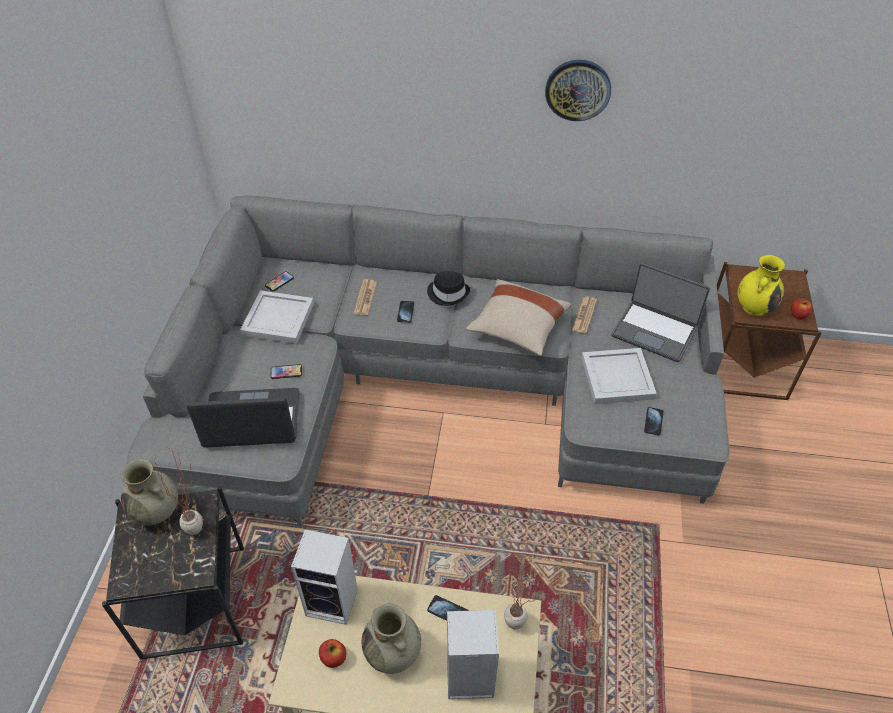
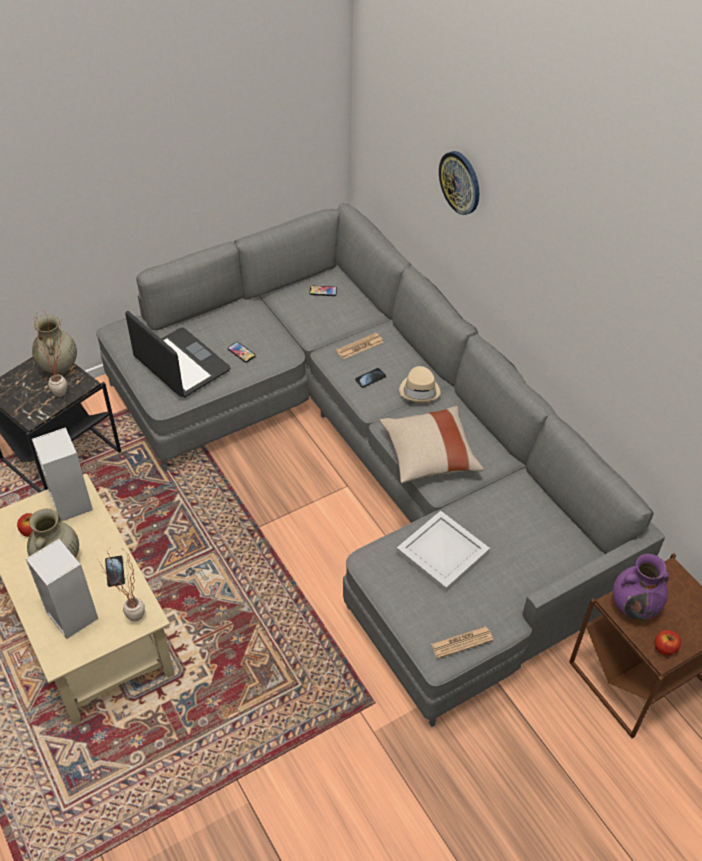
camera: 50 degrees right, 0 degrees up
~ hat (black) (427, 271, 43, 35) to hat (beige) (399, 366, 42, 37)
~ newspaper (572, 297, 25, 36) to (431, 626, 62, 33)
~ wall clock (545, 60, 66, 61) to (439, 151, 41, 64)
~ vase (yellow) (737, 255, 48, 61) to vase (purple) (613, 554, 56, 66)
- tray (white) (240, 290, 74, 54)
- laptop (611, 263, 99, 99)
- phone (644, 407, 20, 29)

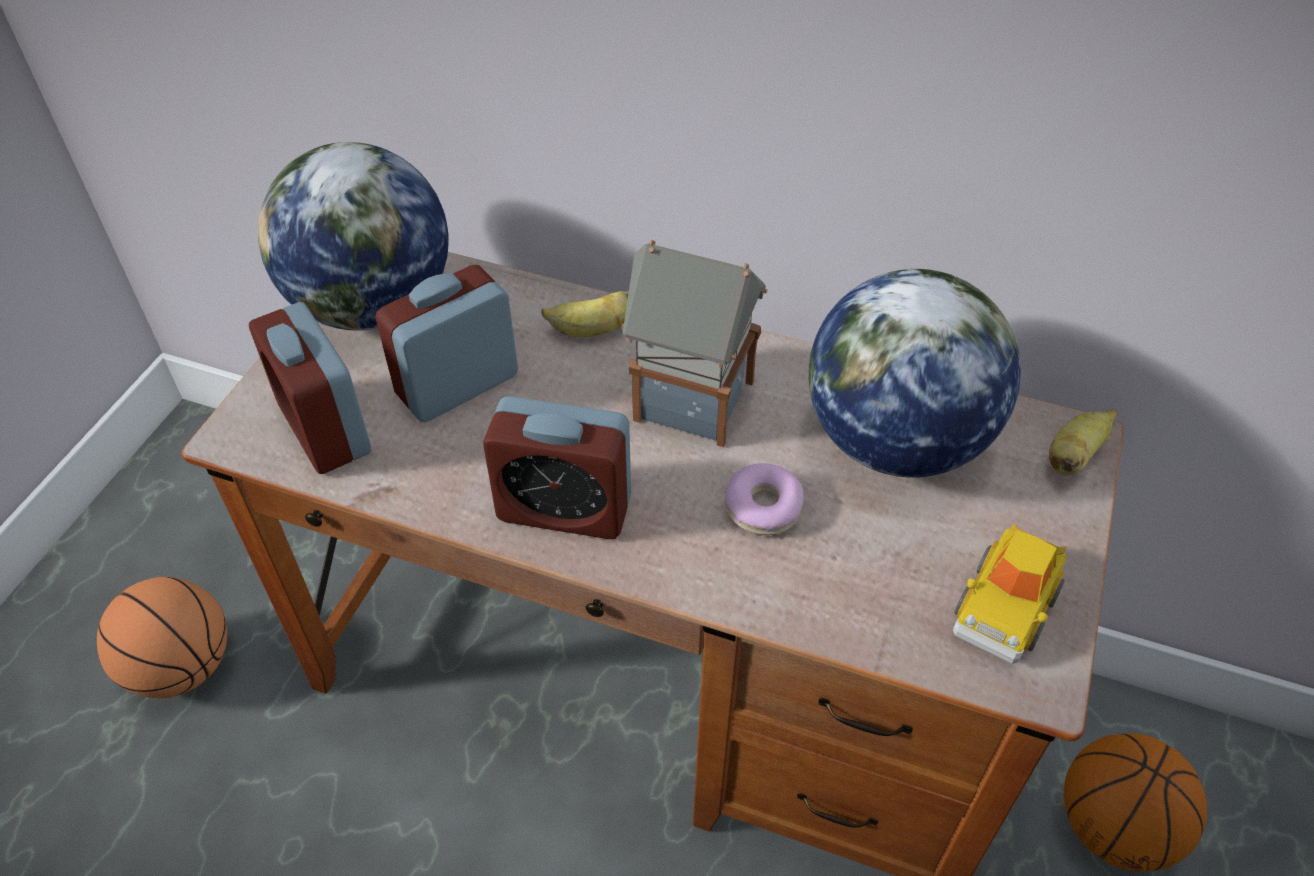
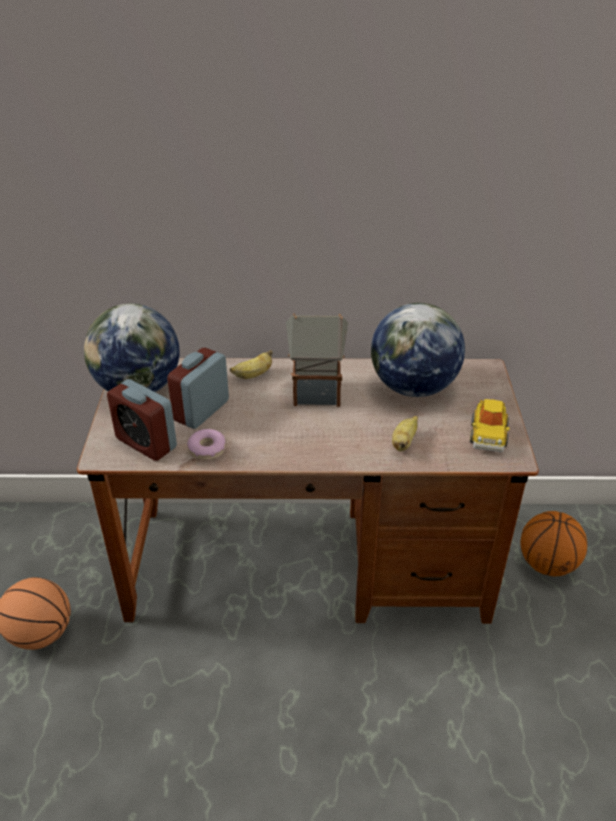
camera: 20 degrees left, 10 degrees down
~ donut (725, 463, 79, 72) to (187, 429, 39, 31)
~ banana (1049, 409, 69, 67) to (392, 416, 26, 35)
- alarm clock (483, 396, 148, 143)

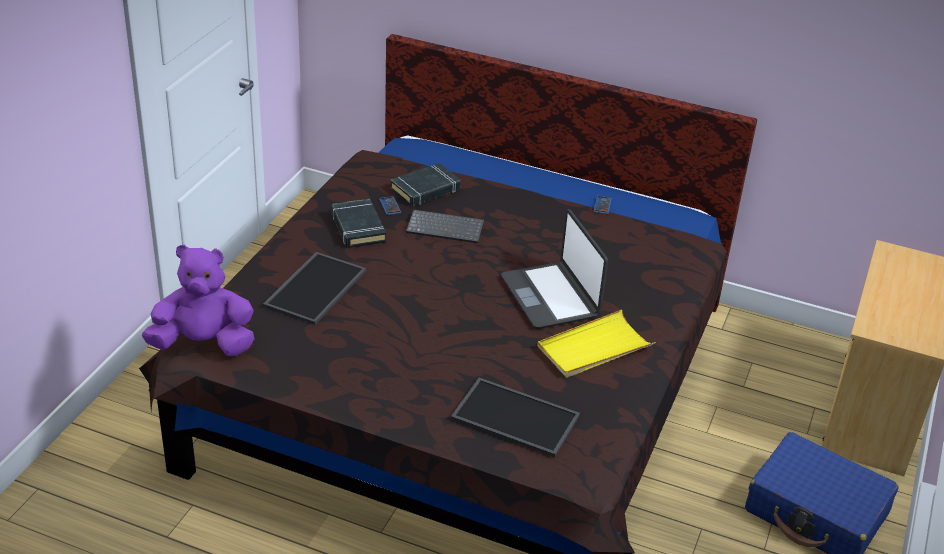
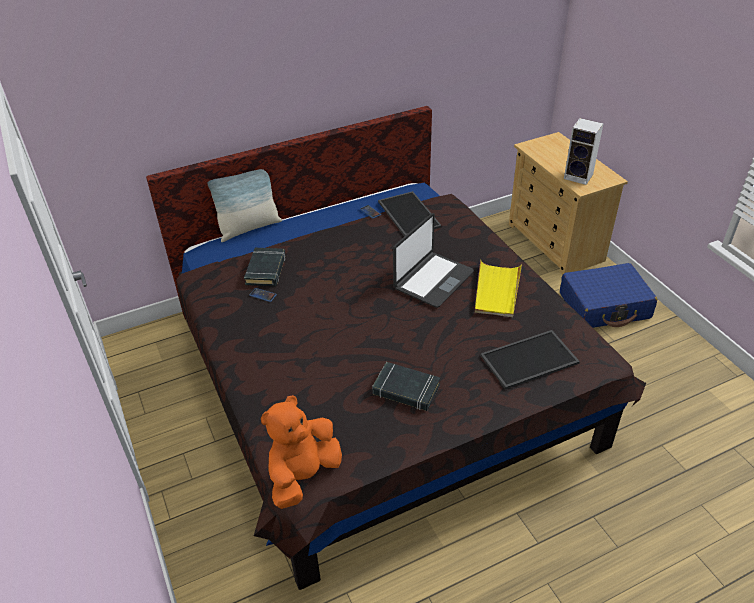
camera: 45 degrees left, 5 degrees up
+ pillow (208, 169, 74, 73)
~ plush toy (purple) (142, 245, 112, 111) to plush toy (orange) (261, 395, 81, 114)
~ book (black) (332, 199, 54, 49) to (372, 362, 68, 49)
~ tray (263, 252, 103, 73) to (378, 191, 64, 45)
~ laptop (501, 209, 107, 120) = (393, 213, 81, 95) 75 degrees counterclockwise
+ speaker (564, 118, 40, 67)
- keyboard (406, 210, 78, 33)

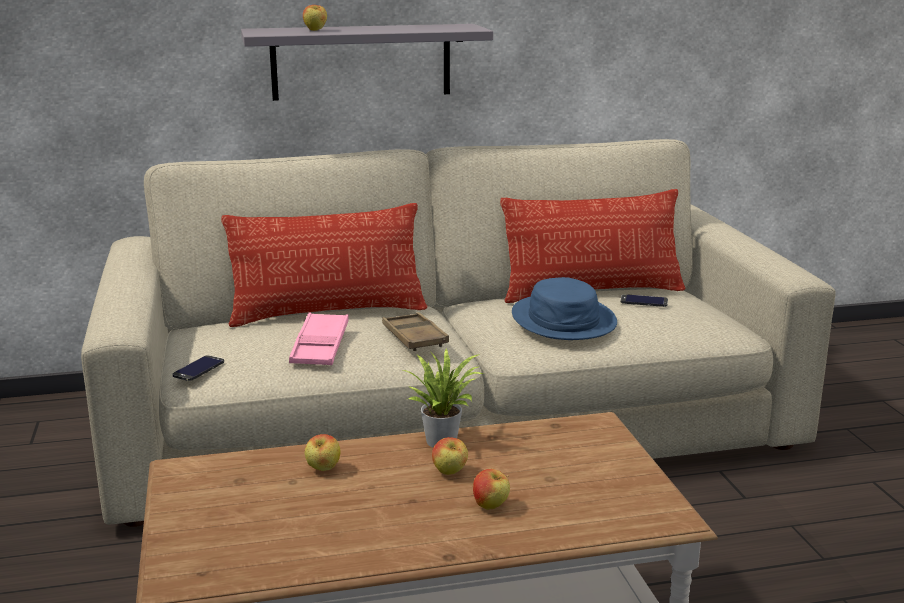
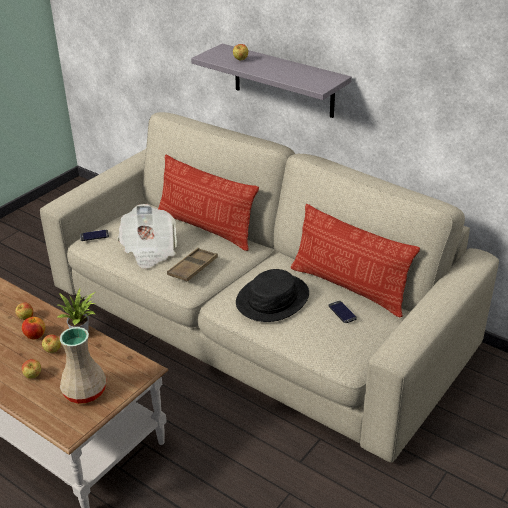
camera: 50 degrees right, 15 degrees up
+ apple (22, 317, 23, 22)
+ vase (beige) (59, 327, 47, 77)
~ tray (pink) (289, 313, 60, 52) to newspaper (118, 204, 59, 65)
~ hat (blue) (512, 277, 105, 63) to hat (black) (236, 269, 73, 53)

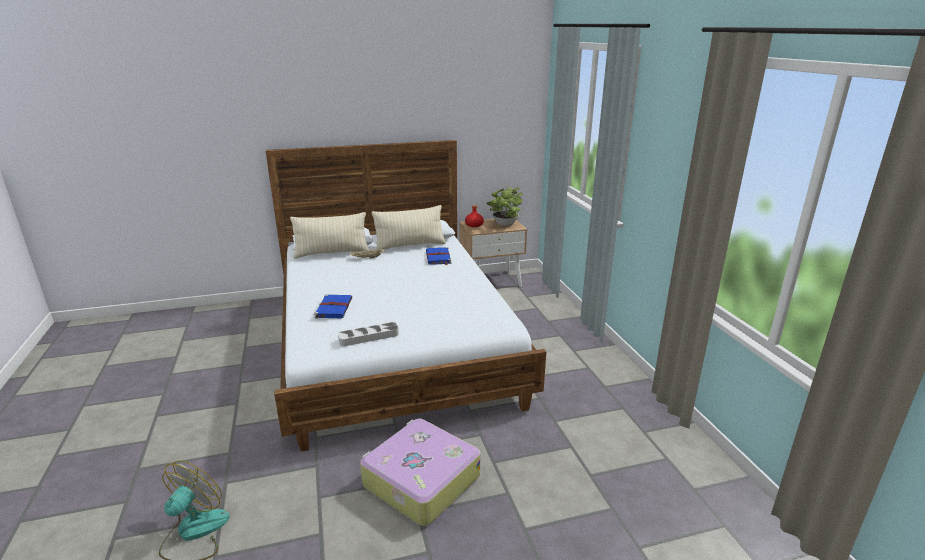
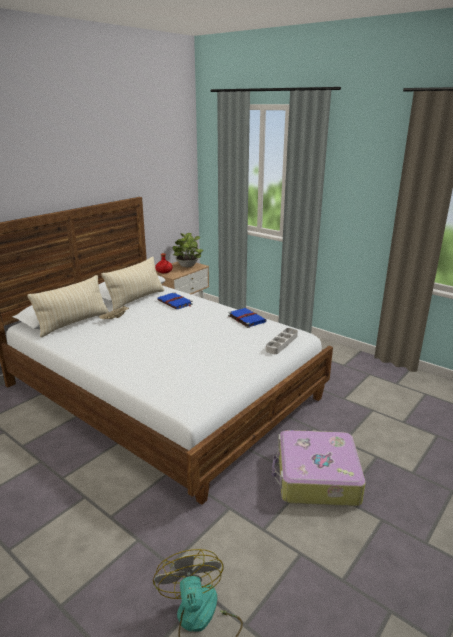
camera: 35 degrees left, 0 degrees up
~ book (blue) (314, 294, 38, 25) to (228, 308, 39, 20)
~ tray (grey) (338, 322, 61, 24) to (266, 328, 32, 26)

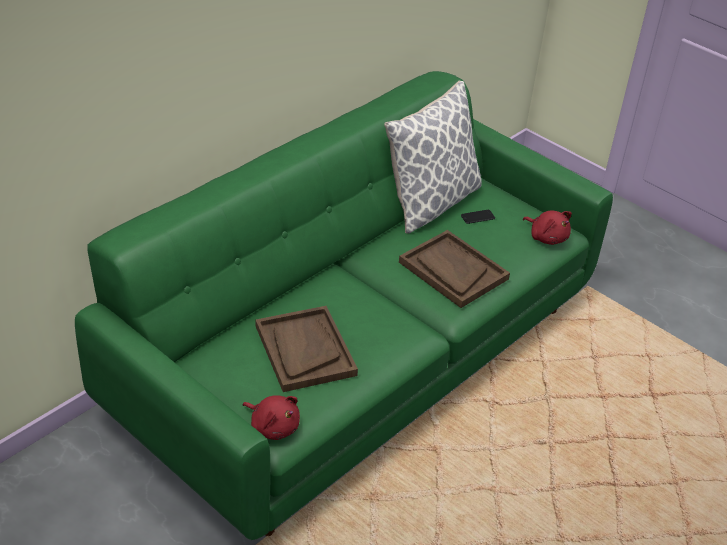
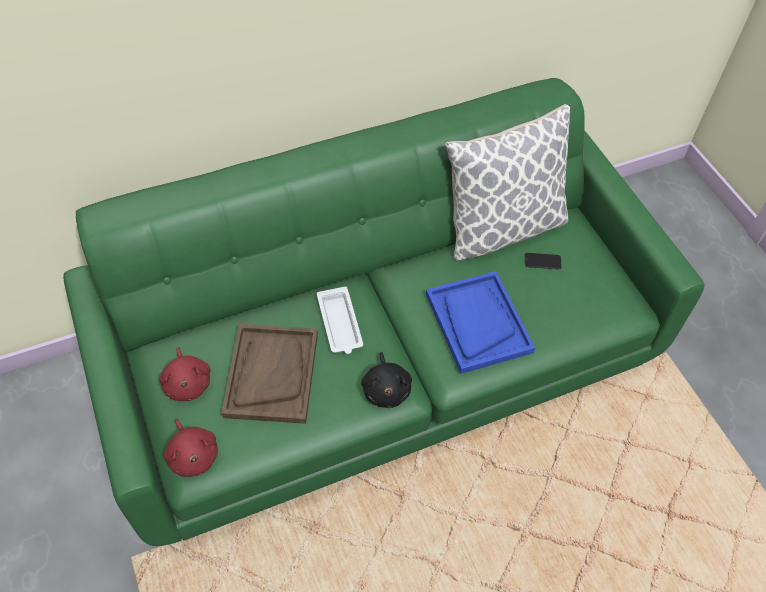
camera: 25 degrees right, 15 degrees up
~ plush toy (red) (523, 210, 49, 35) to (159, 347, 51, 54)
+ tray (white) (317, 286, 46, 68)
+ plush toy (black) (361, 352, 51, 56)
~ tray (brown) (399, 230, 111, 78) to tray (blue) (426, 271, 109, 103)

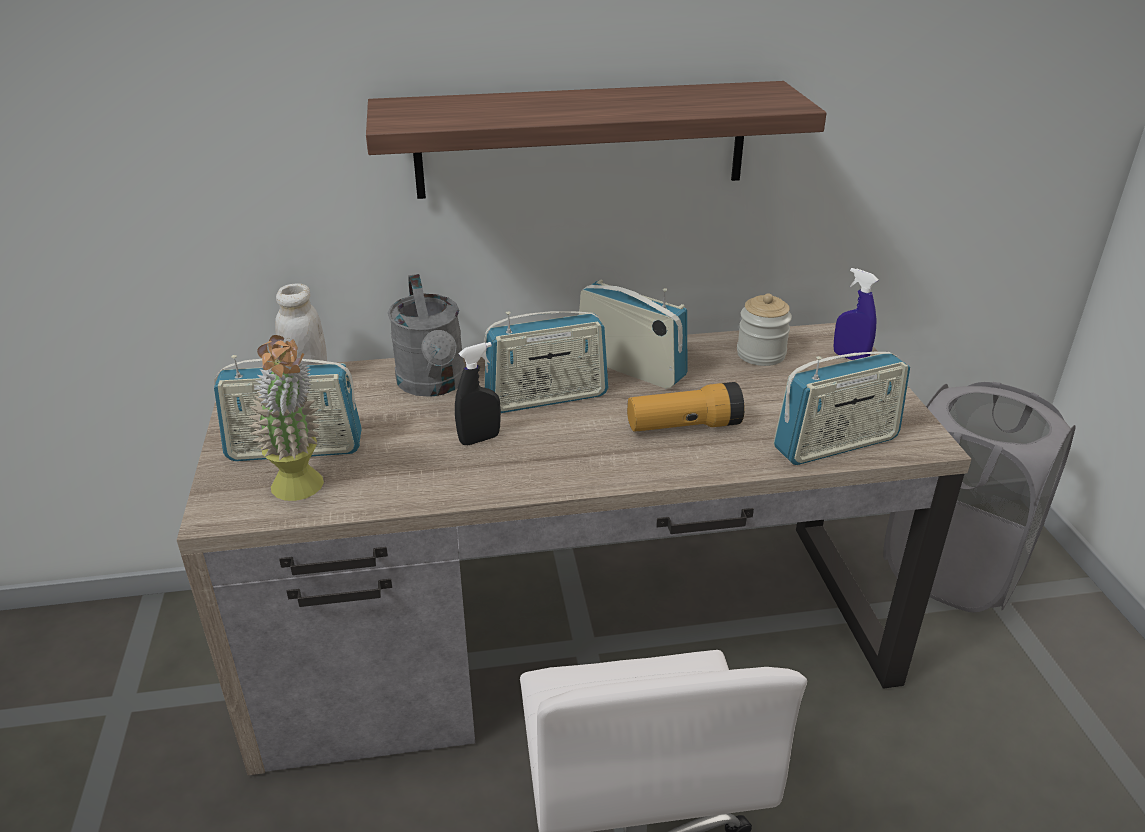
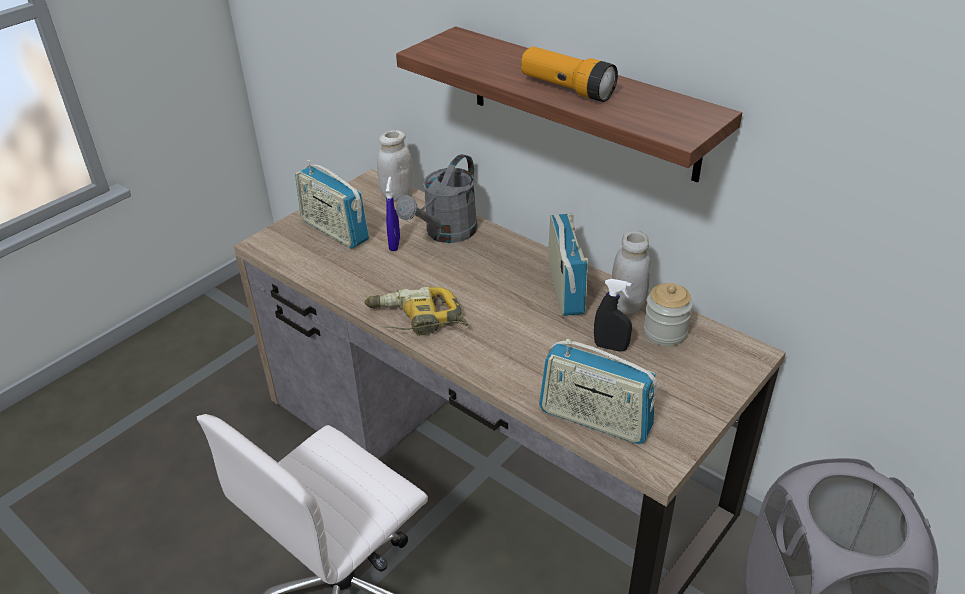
camera: 50 degrees right, 5 degrees up
+ power drill (364, 286, 104, 50)
~ spray bottle (blue) (834, 268, 44, 92) to (386, 177, 14, 74)
~ flashlight (627, 382, 118, 50) to (521, 47, 97, 55)
~ spray bottle (black) (455, 342, 46, 103) to (594, 279, 38, 73)
+ jar (white) (612, 231, 38, 82)
- potted plant (247, 335, 77, 166)
- radio (484, 311, 124, 102)

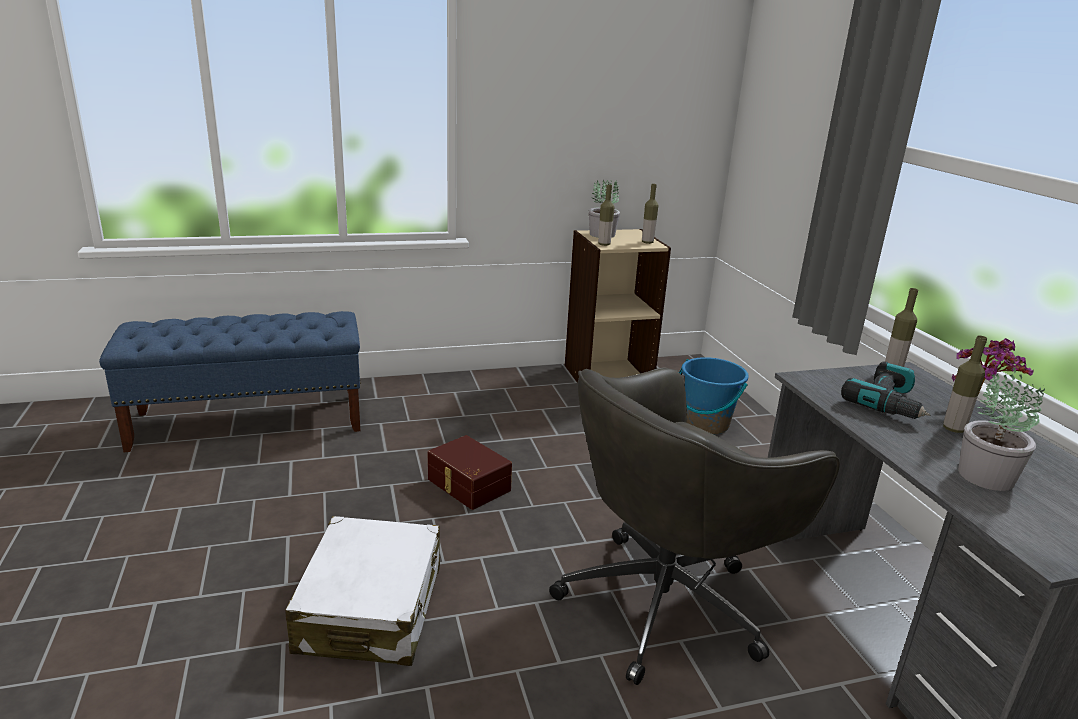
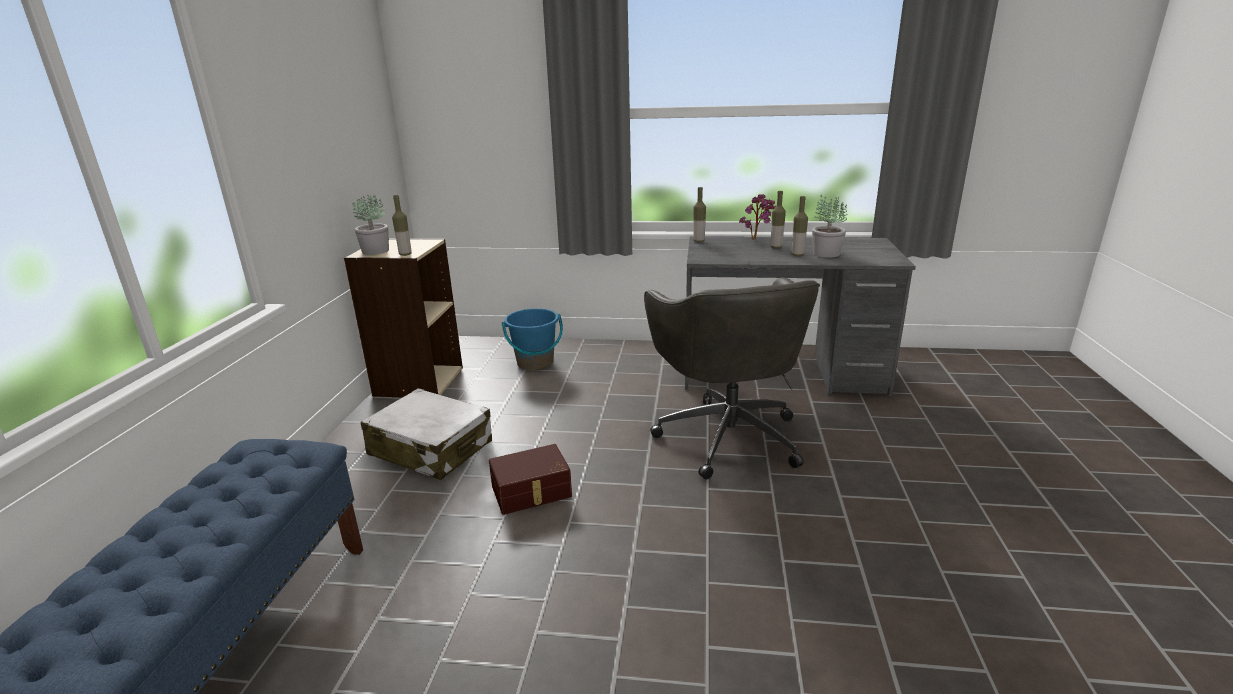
camera: 65 degrees left, 0 degrees up
~ suitcase (white) (285, 516, 155, 150) to (361, 388, 131, 92)
~ bottle (642, 184, 16, 60) to (791, 196, 17, 60)
- power drill (841, 362, 90, 57)

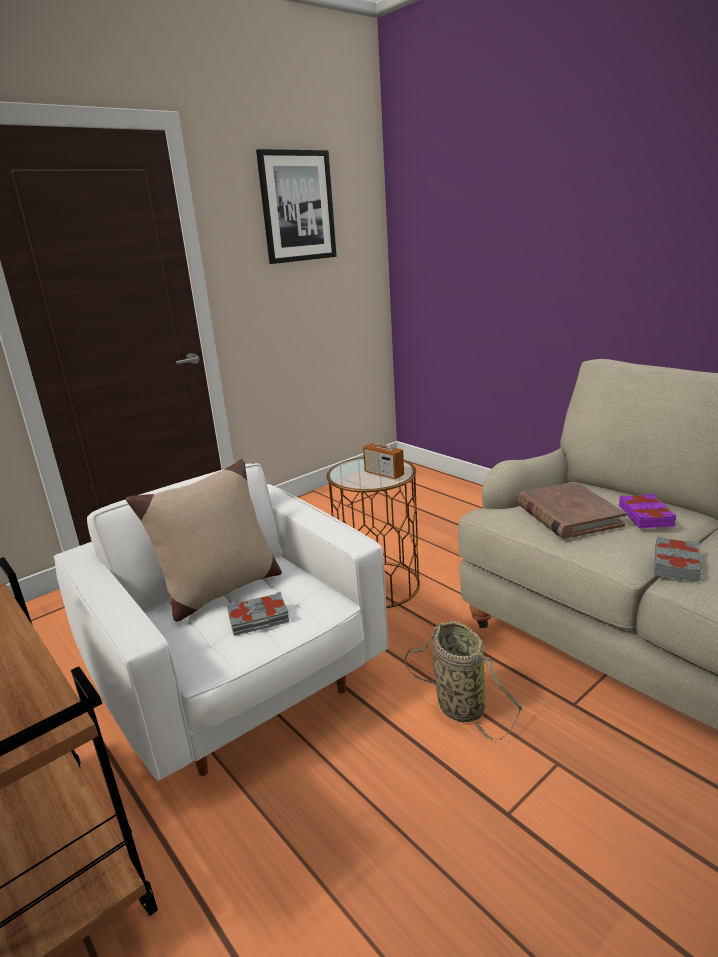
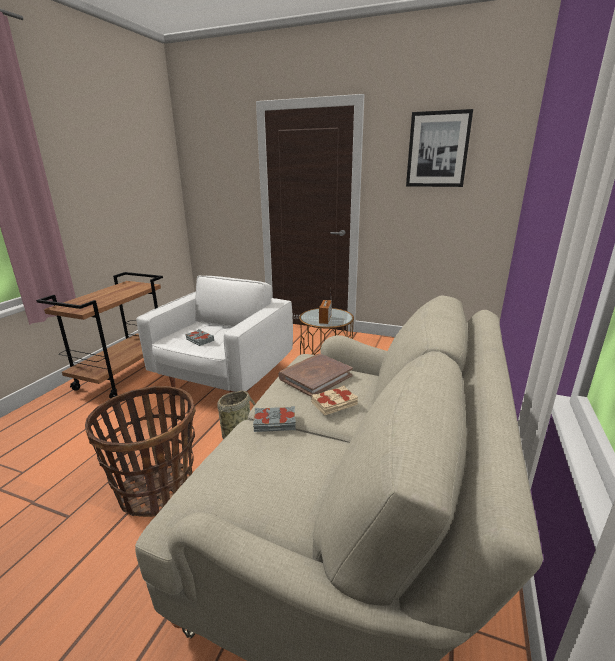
camera: 60 degrees right, 0 degrees up
+ basket (85, 386, 111, 131)
~ book (purple) (619, 494, 58, 34) to book (beige) (311, 385, 47, 31)
- pillow (beige) (126, 459, 156, 162)

